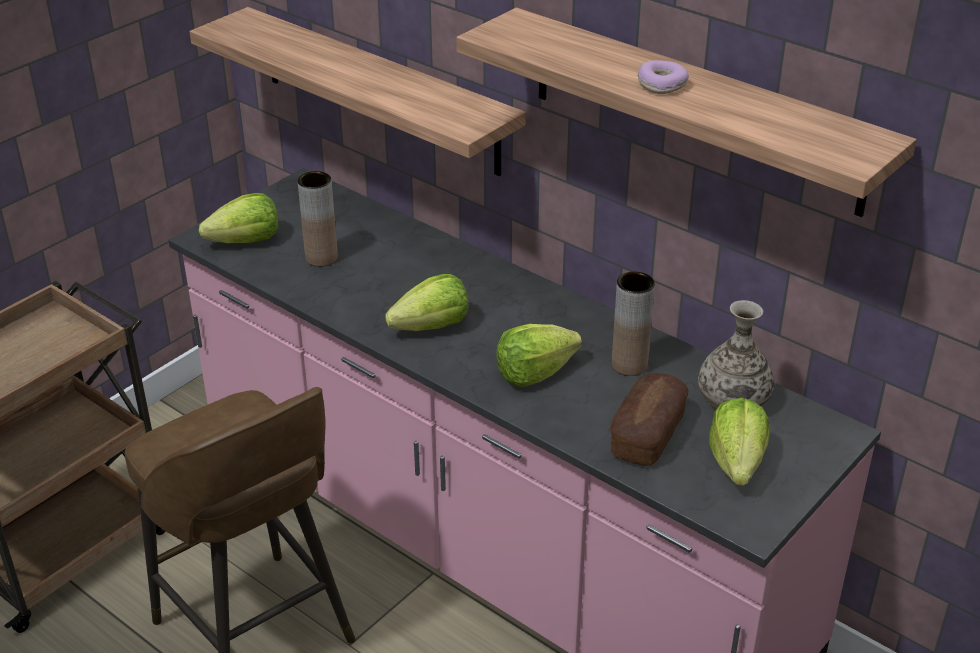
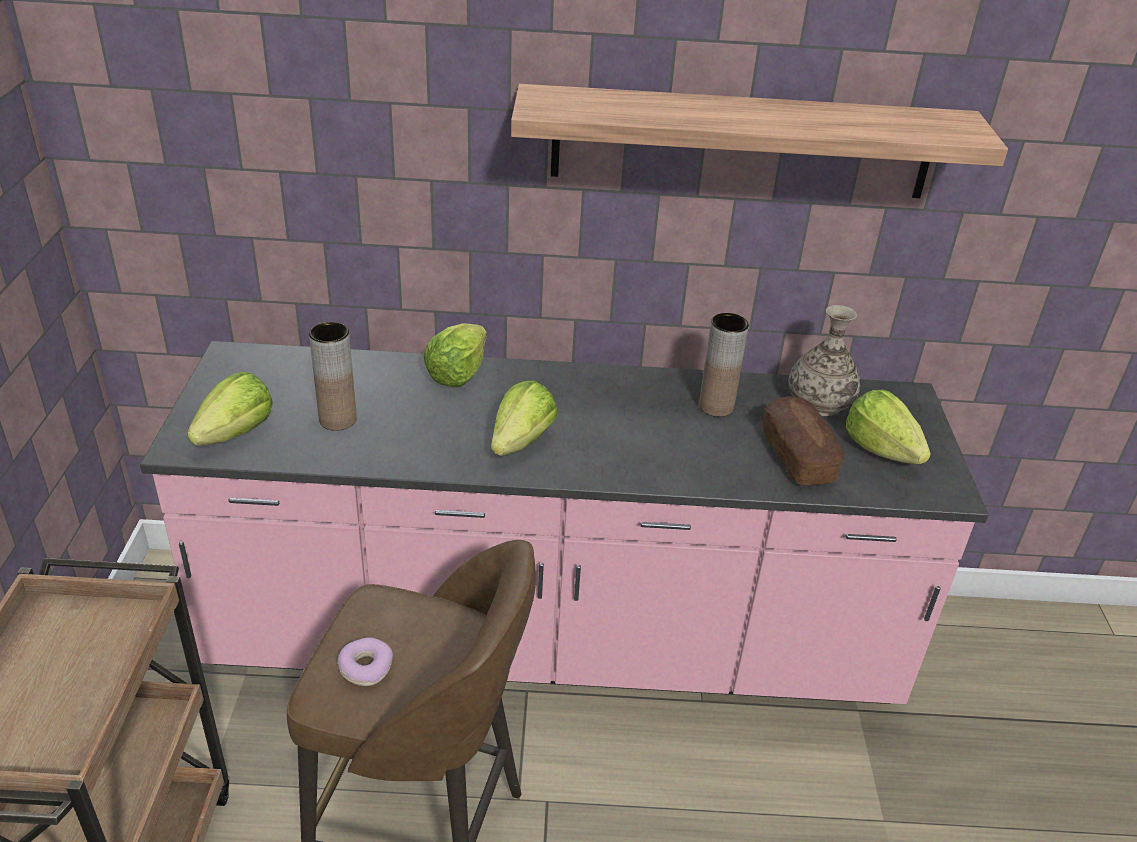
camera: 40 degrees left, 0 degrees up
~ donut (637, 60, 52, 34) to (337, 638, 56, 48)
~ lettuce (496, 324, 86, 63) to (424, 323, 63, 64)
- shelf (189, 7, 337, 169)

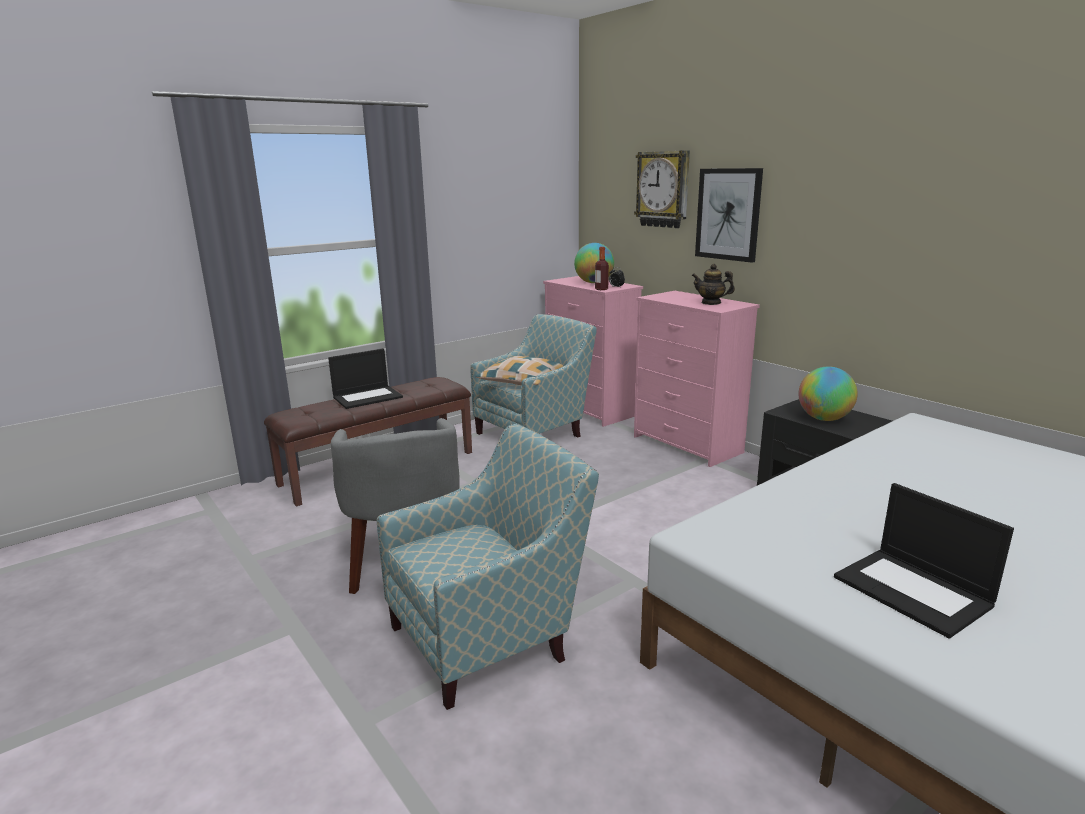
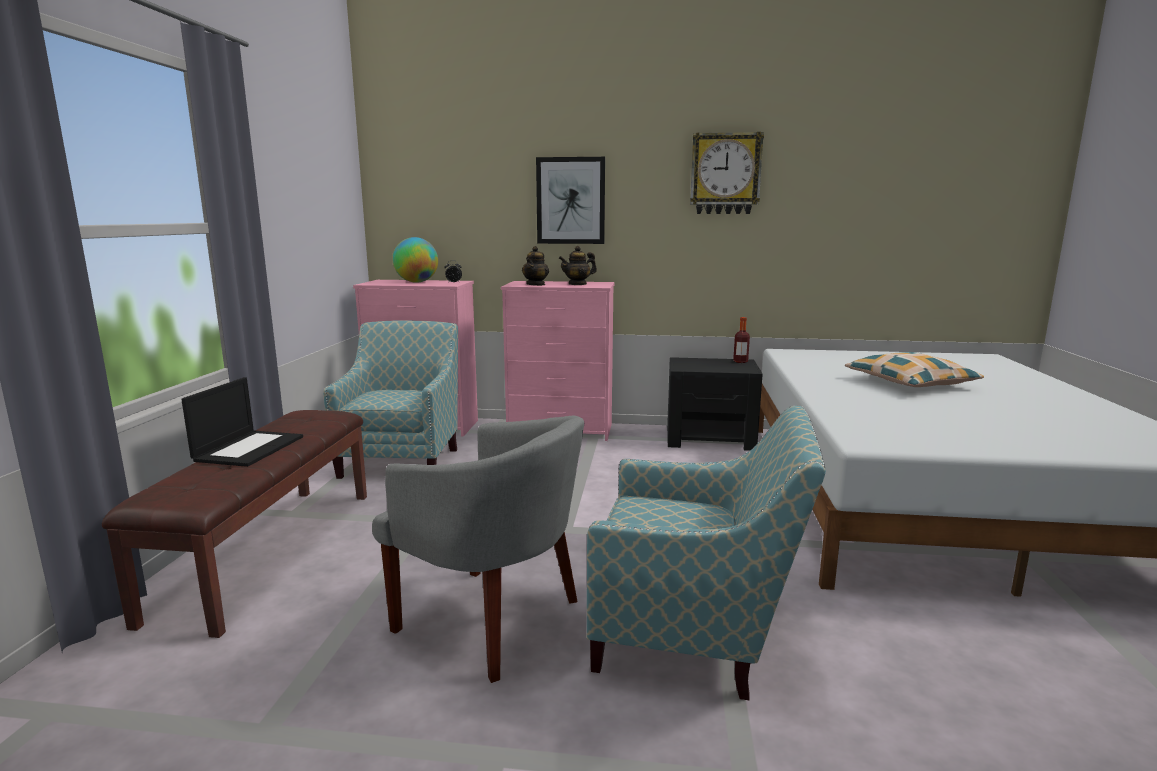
camera: 45 degrees left, 5 degrees down
+ teapot (522, 246, 27, 40)
~ armchair (377, 424, 222, 286) = (586, 405, 240, 295) 90 degrees clockwise
~ wall clock (634, 150, 56, 78) to (690, 132, 74, 82)
~ bottle (595, 247, 14, 43) to (733, 317, 17, 46)
~ pillow (475, 356, 88, 29) to (845, 352, 139, 35)
- globe (798, 366, 60, 55)
- laptop (834, 483, 180, 156)

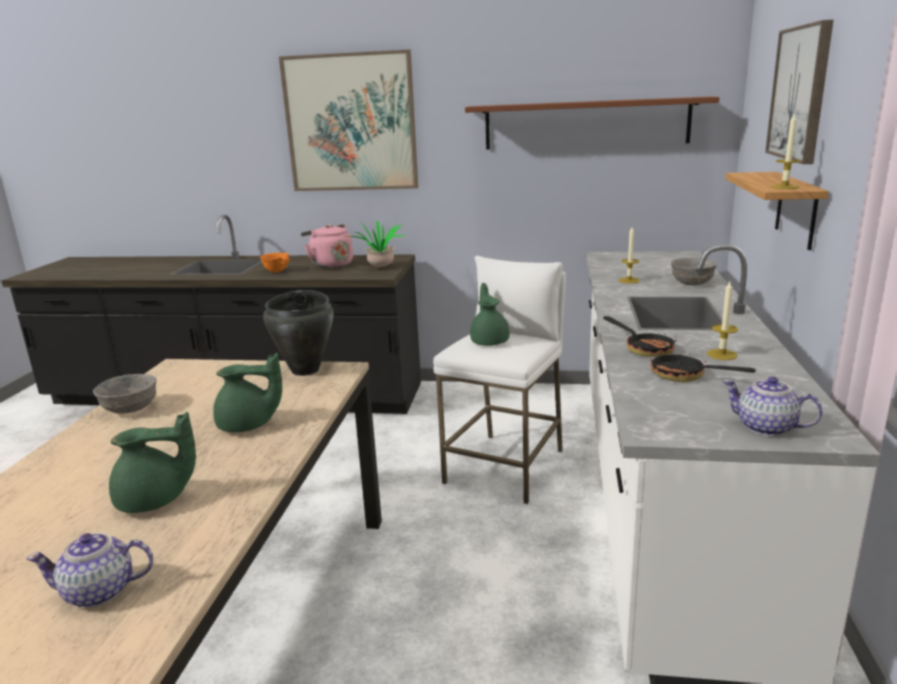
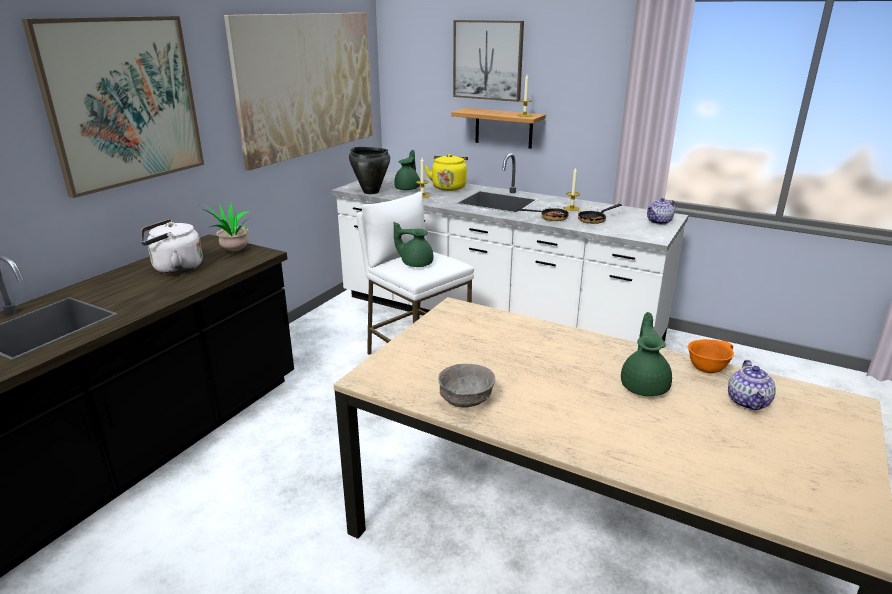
camera: 70 degrees left, 5 degrees up
~ kettle (pink) (301, 224, 52, 44) to kettle (white) (141, 219, 62, 55)
~ shelf (brown) (465, 96, 255, 54) to picture (224, 13, 149, 157)
~ cooking pot (black) (263, 290, 71, 86) to (349, 147, 41, 47)
~ teapot (green) (213, 353, 69, 79) to (394, 150, 26, 40)
~ bowl (grey) (671, 258, 46, 27) to kettle (yellow) (425, 154, 43, 37)
~ bowl (orange) (260, 253, 29, 19) to (688, 339, 46, 35)

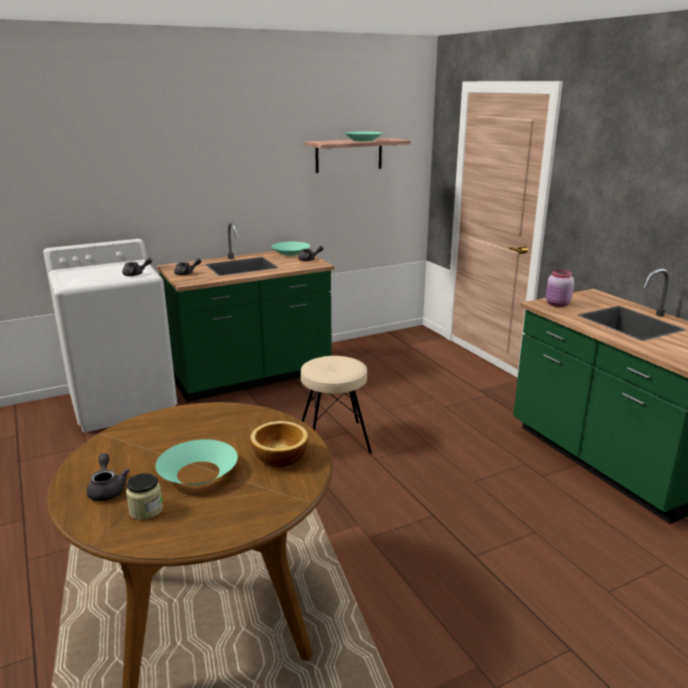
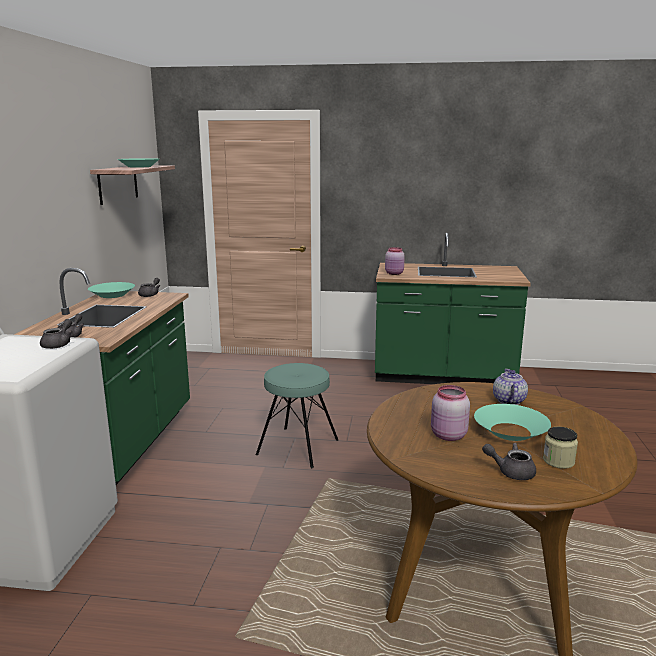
camera: 55 degrees left, 5 degrees down
~ stool (beige) (301, 356, 71, 98) to stool (turquoise) (255, 363, 83, 105)
+ jar (pink) (431, 385, 39, 56)
~ bowl (250, 421, 58, 46) to teapot (493, 369, 35, 36)

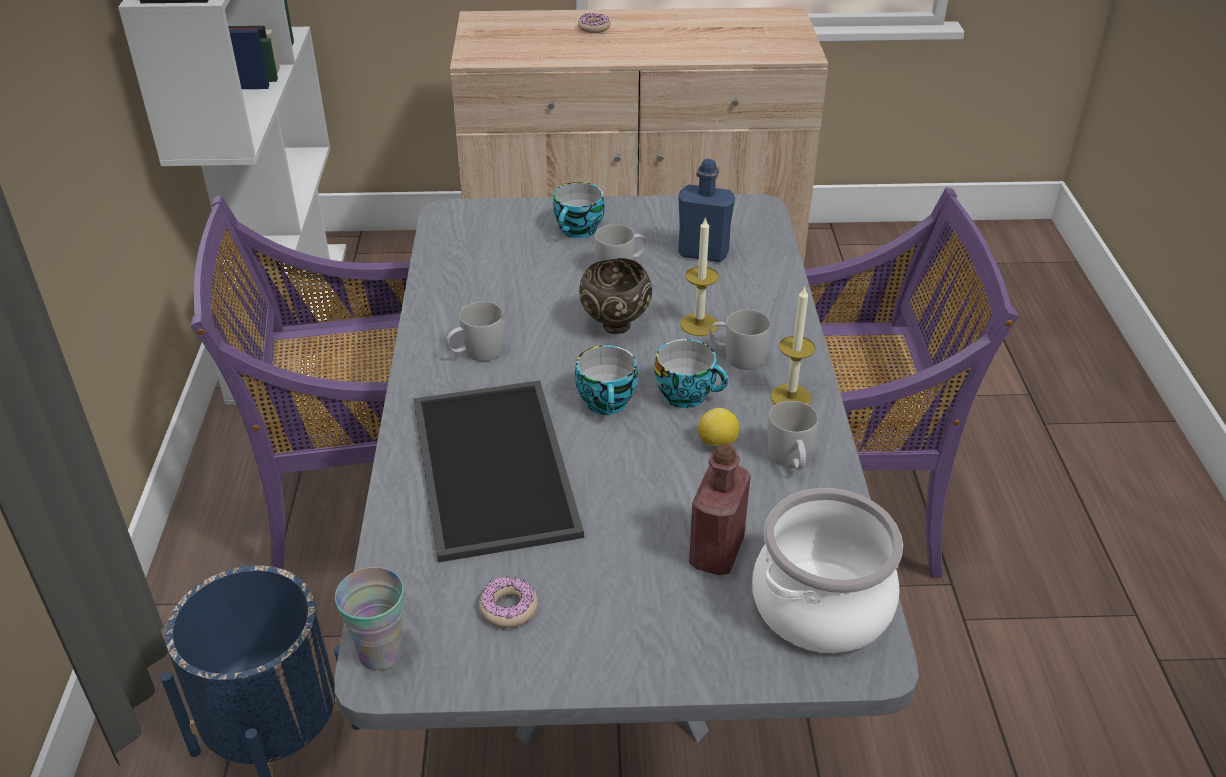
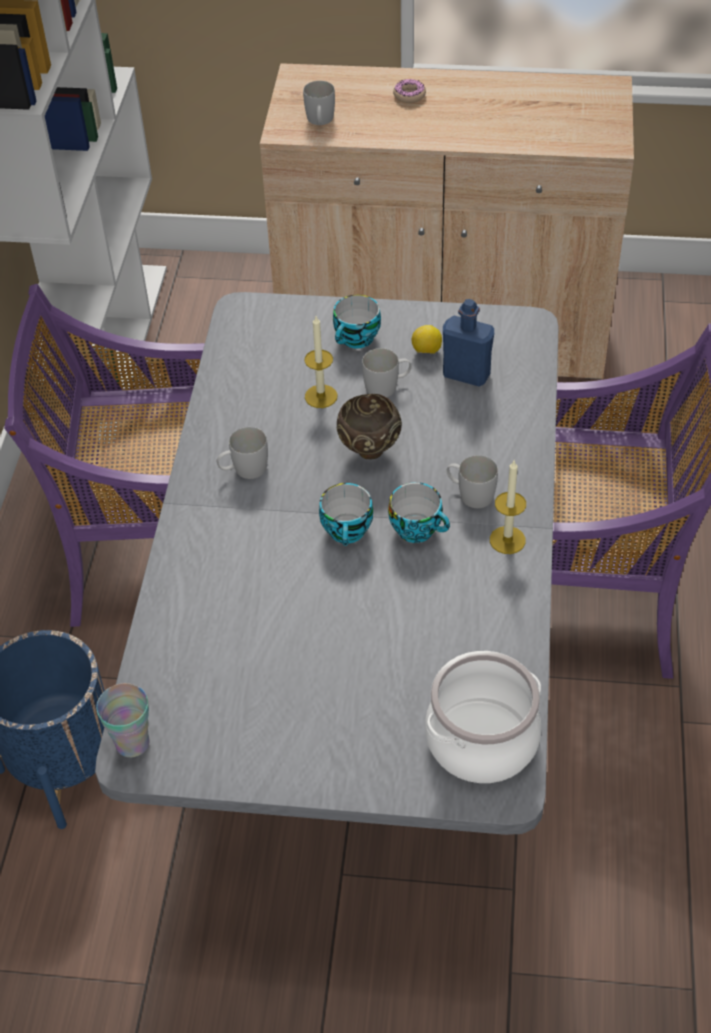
camera: 10 degrees right, 10 degrees up
~ mug (white) (767, 401, 51, 68) to (303, 81, 32, 44)
~ candle (680, 217, 39, 119) to (304, 316, 33, 92)
~ lemon (698, 408, 41, 38) to (412, 325, 30, 29)
- tray (413, 380, 171, 183)
- donut (479, 577, 59, 51)
- bottle (red) (689, 443, 62, 132)

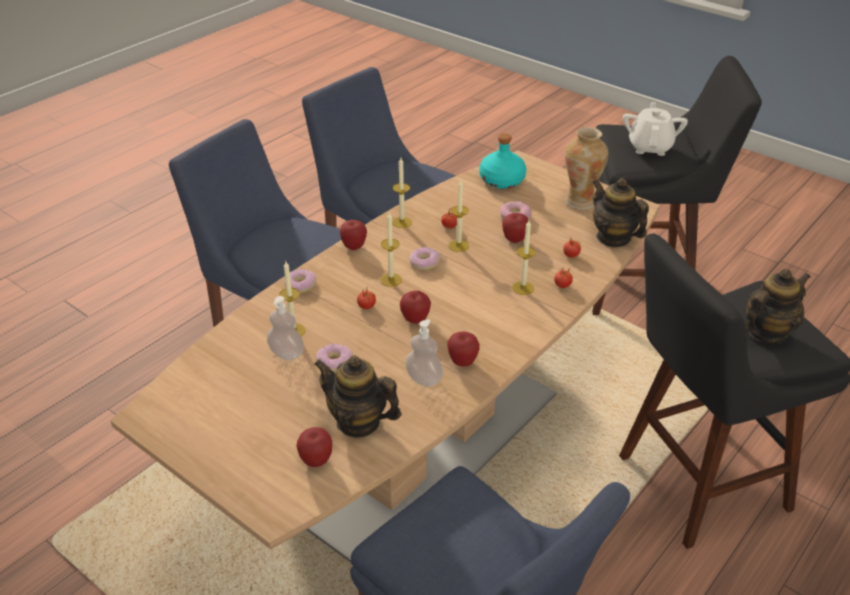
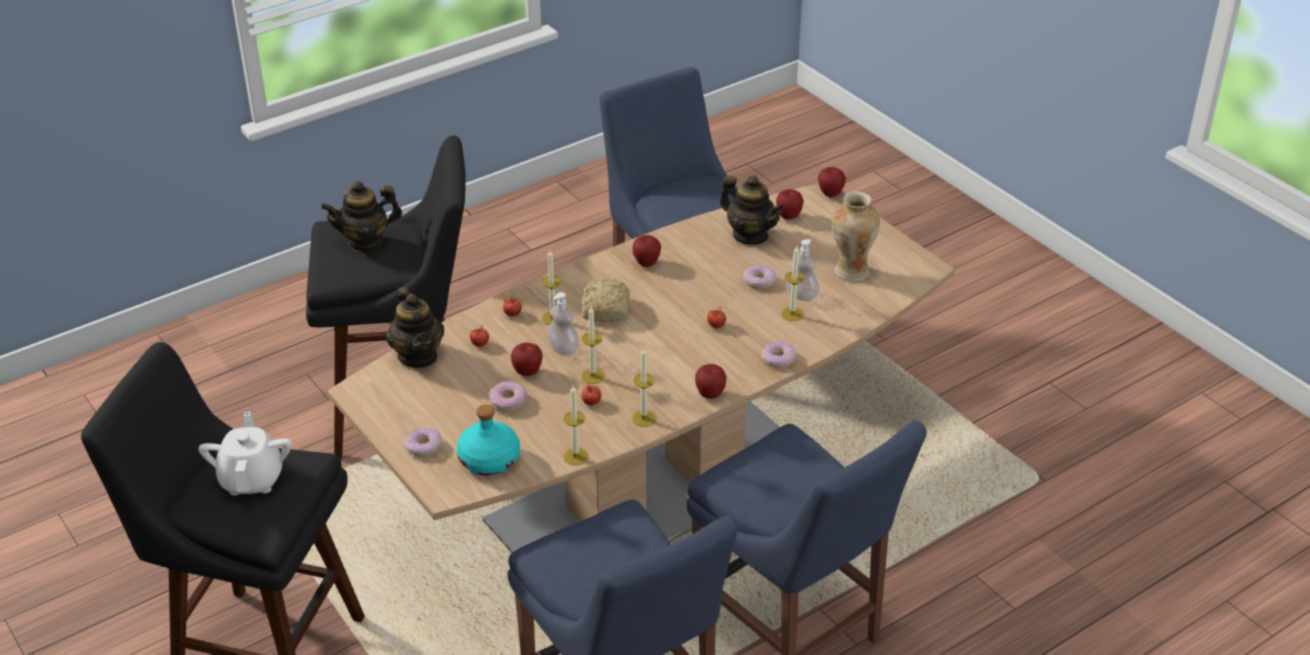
camera: 165 degrees left, 0 degrees up
~ teapot (white) (623, 102, 65, 54) = (198, 412, 94, 83) 150 degrees clockwise
~ donut (409, 247, 31, 23) to (404, 428, 38, 29)
~ soap dispenser (405, 319, 38, 67) to (547, 292, 32, 64)
~ candle (381, 213, 21, 74) to (563, 386, 26, 79)
+ bread (581, 279, 49, 43)
~ apple (400, 291, 31, 33) to (818, 167, 28, 30)
~ vase (565, 127, 43, 83) to (832, 191, 48, 91)

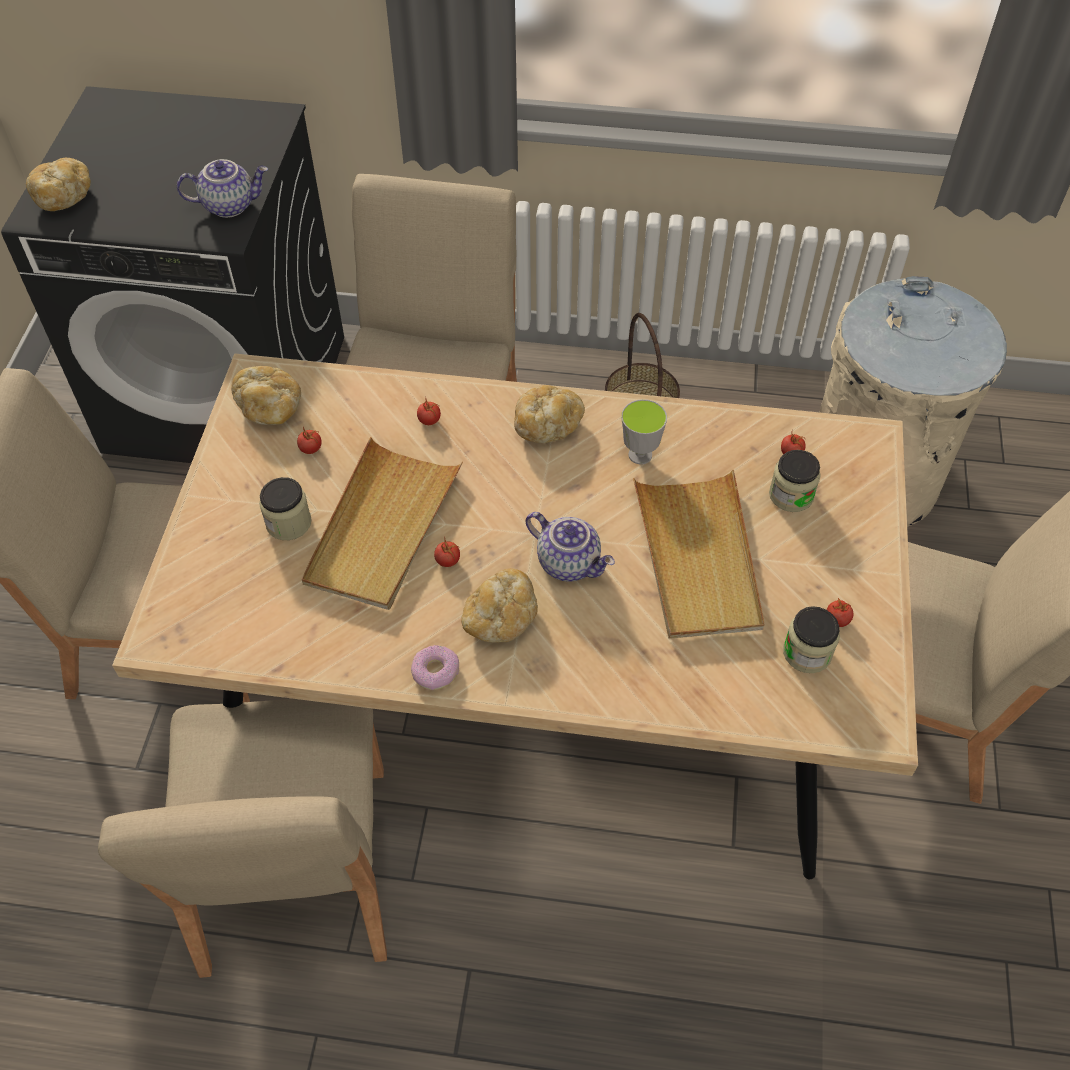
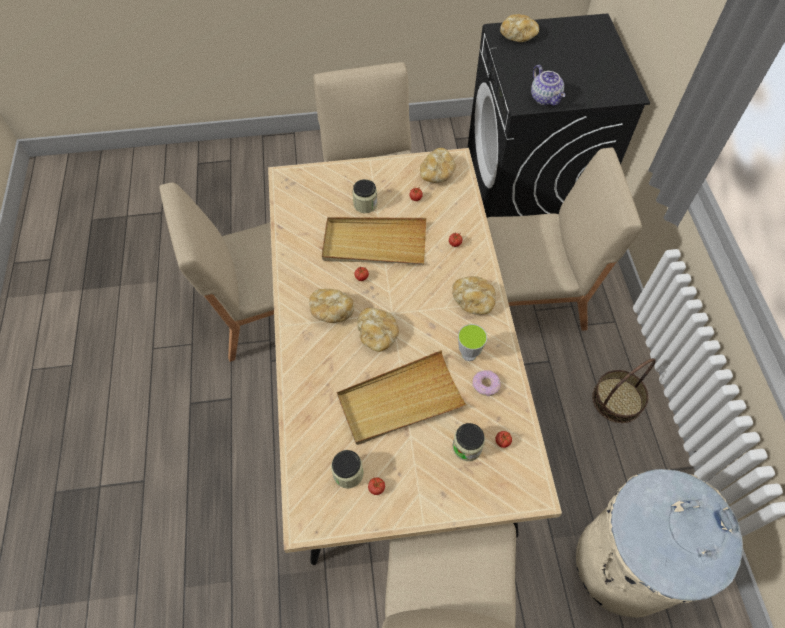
camera: 75 degrees right, 5 degrees up
~ teapot (526, 512, 89, 69) to bread (357, 308, 42, 44)
~ donut (411, 645, 48, 45) to (473, 370, 28, 26)

